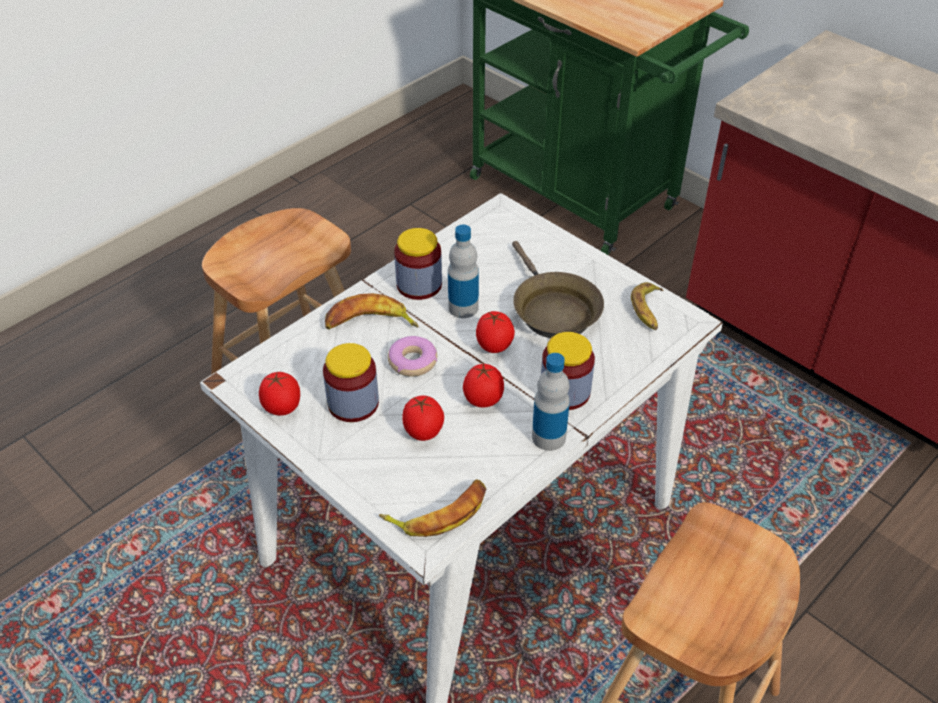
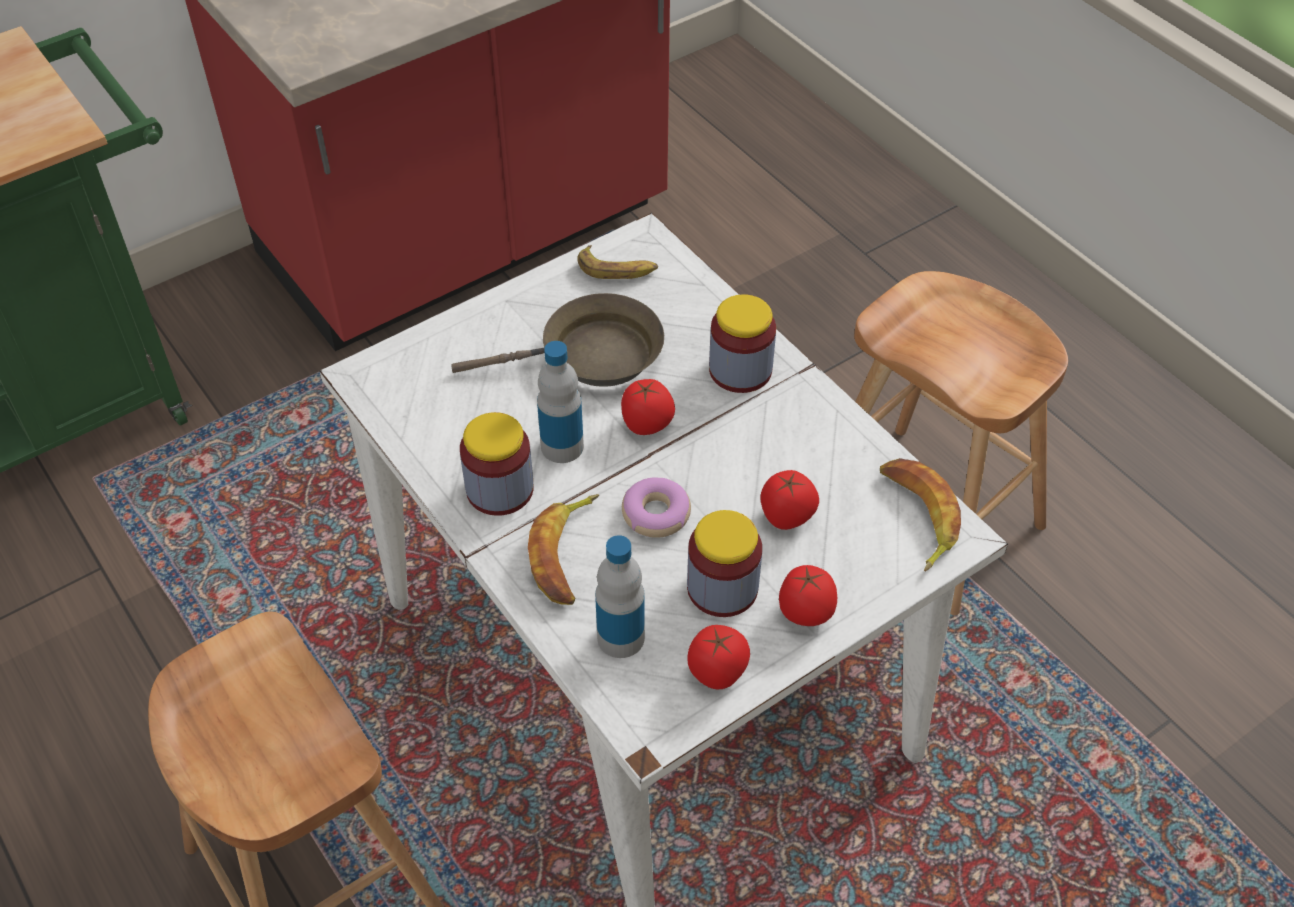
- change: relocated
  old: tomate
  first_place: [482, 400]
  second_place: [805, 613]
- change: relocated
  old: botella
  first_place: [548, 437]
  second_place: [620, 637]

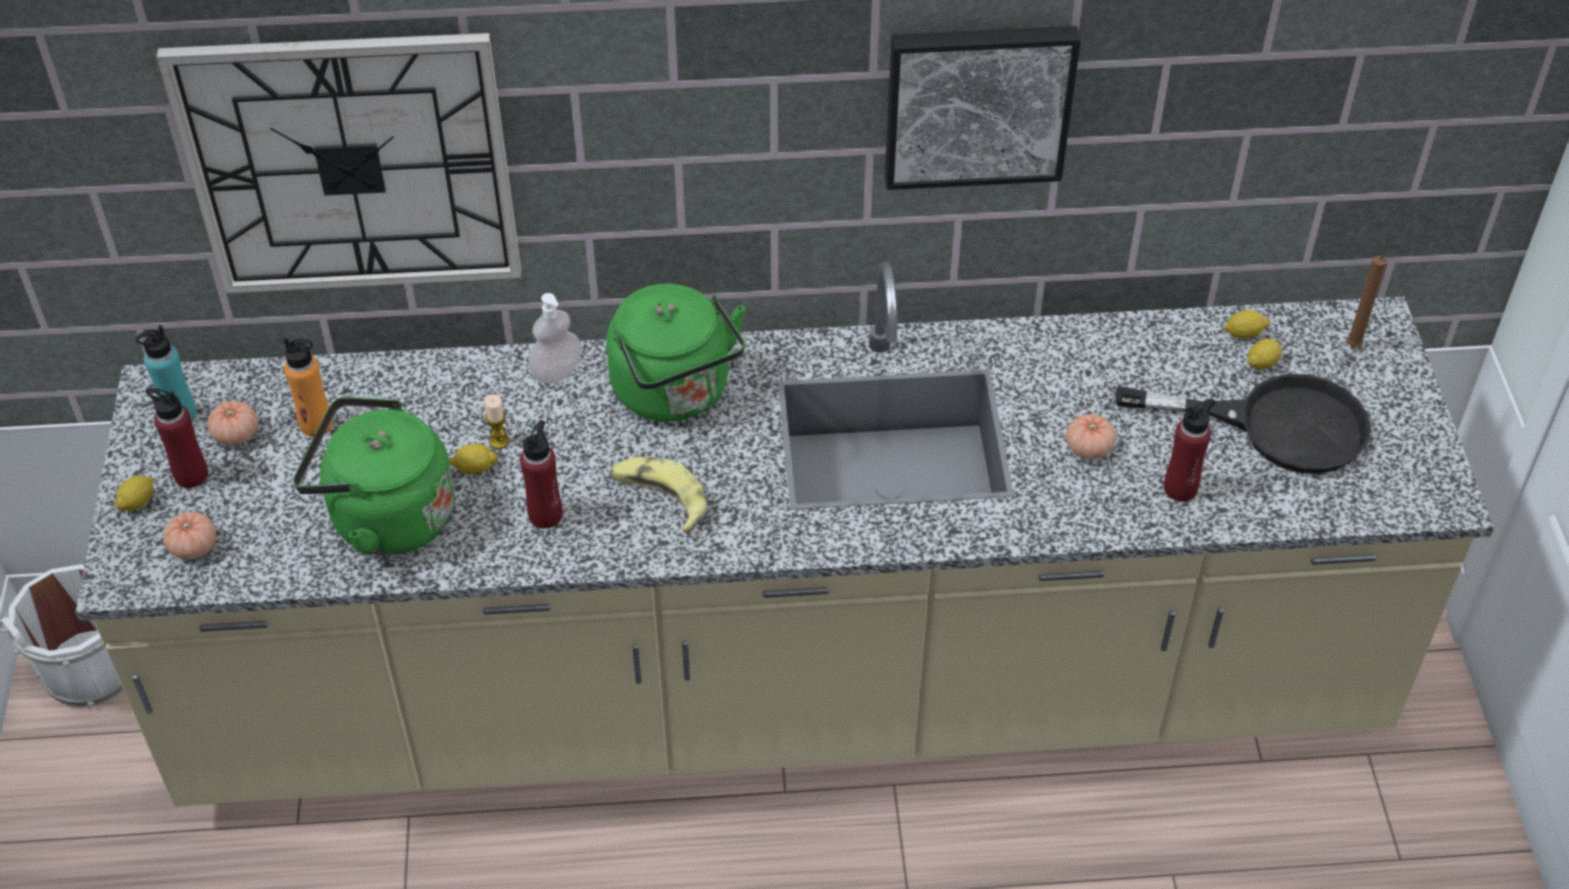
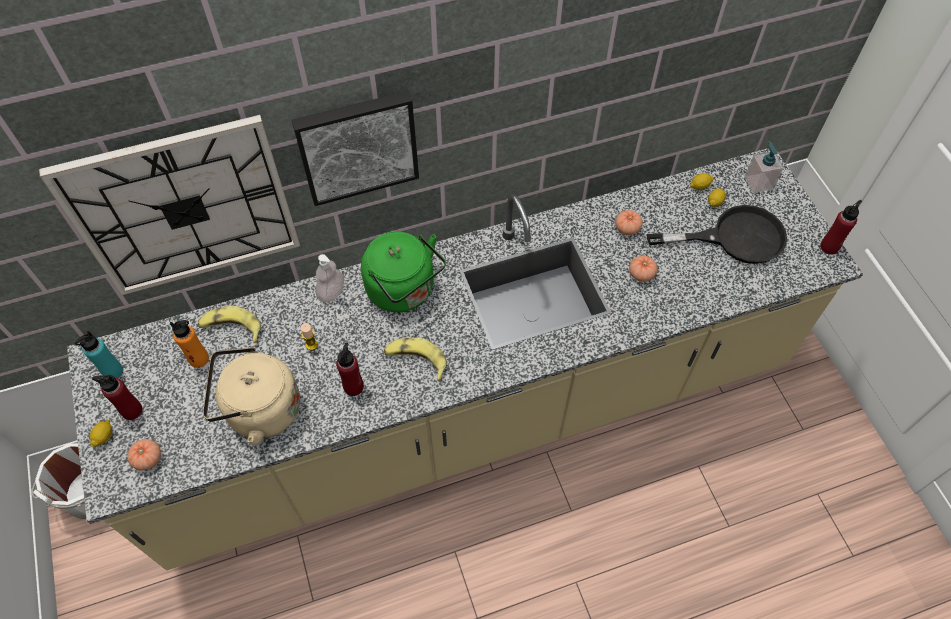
- change: relocated
  old: tomate
  first_place: [236, 434]
  second_place: [627, 228]
- change: colour
  old: hervidor (verde)
  new: hervidor (beis)
  first_place: [385, 517]
  second_place: [259, 410]
- change: missing
  old: limón
  first_place: [475, 468]
- change: relocated
  old: cuadro
  first_place: [977, 103]
  second_place: [357, 146]
- change: relocated
  old: botella (rojo)
  first_place: [1180, 488]
  second_place: [829, 247]
- change: exchanged
  old: vela (marrón)
  new: dispensador de jabón
  first_place: [1353, 348]
  second_place: [758, 183]
- change: appeared
  new: plátano
  second_place: [231, 328]

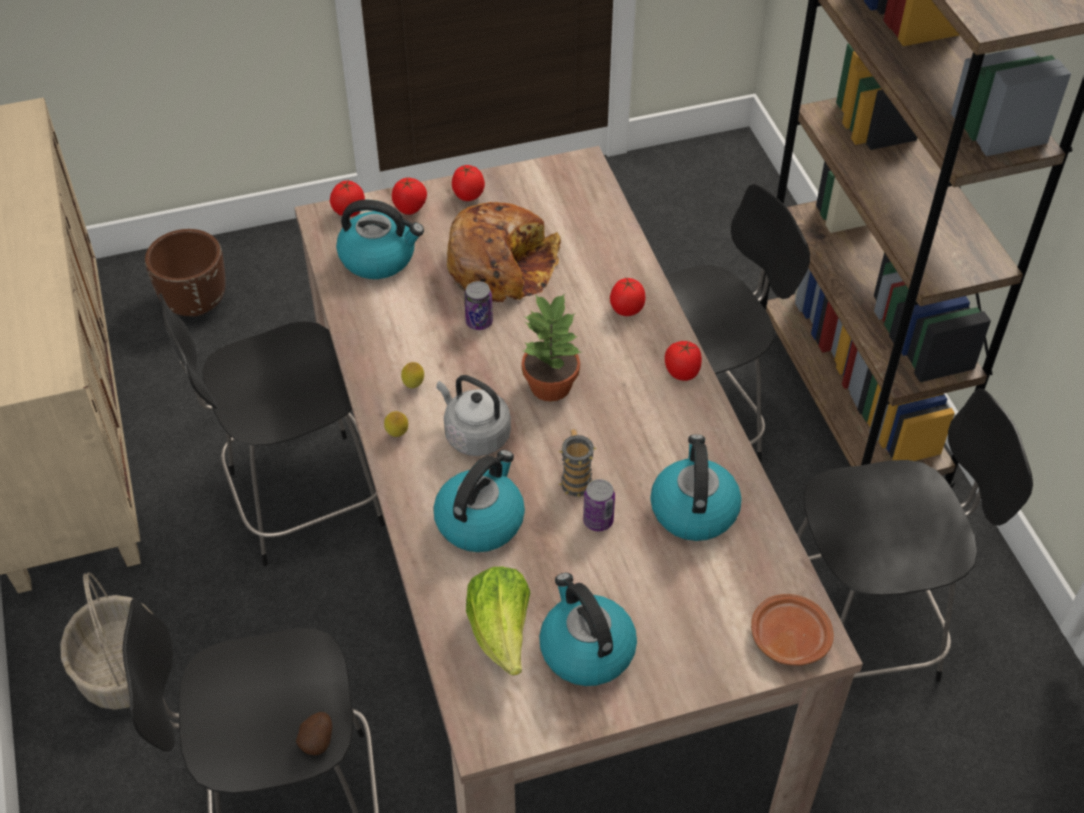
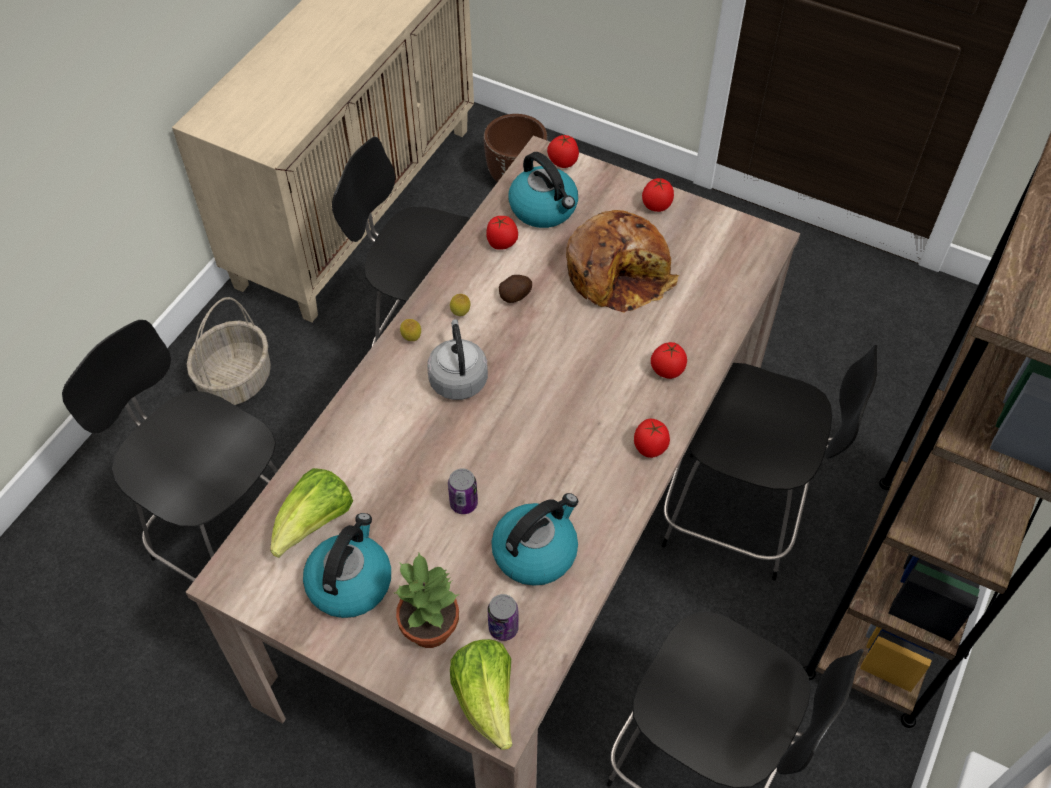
- change: relocated
  old: patata
  first_place: [318, 740]
  second_place: [516, 296]
- change: relocated
  old: tomate
  first_place: [410, 208]
  second_place: [502, 244]
- change: missing
  old: hervidor
  first_place: [480, 520]
- change: relocated
  old: lata
  first_place: [479, 322]
  second_place: [503, 628]
- change: relocated
  old: planta en maceta
  first_place: [550, 385]
  second_place: [431, 627]
- change: missing
  old: taza grande
  first_place: [575, 479]
- change: exchanged
  old: plato (marrón)
  new: lechuga
  first_place: [788, 637]
  second_place: [486, 699]

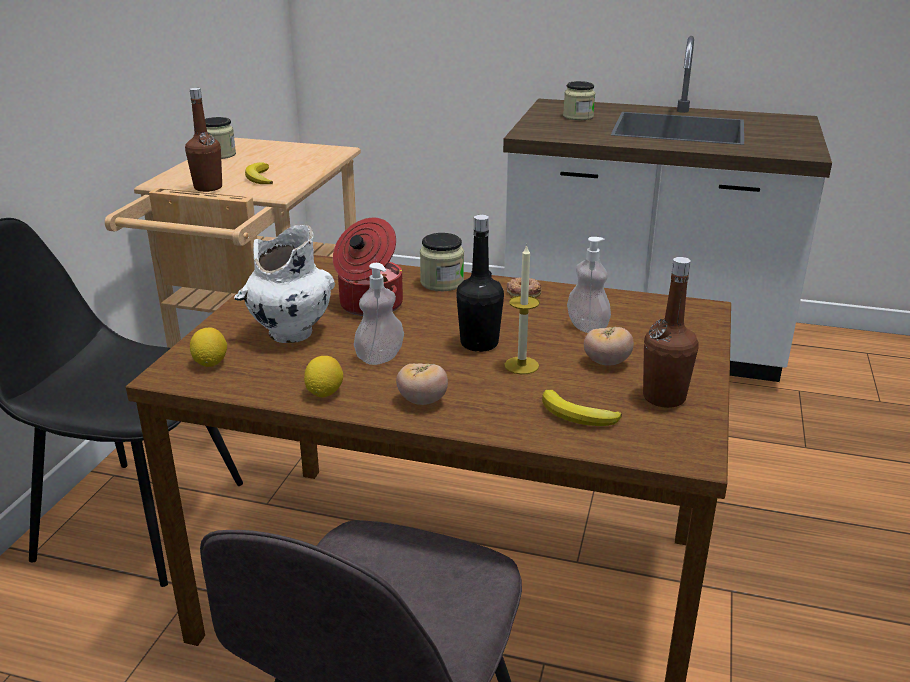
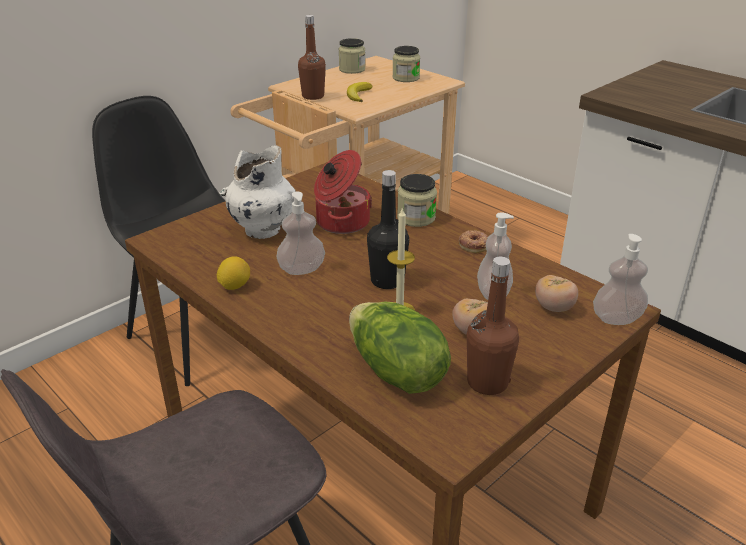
- change: missing
  old: limón
  first_place: [210, 363]
- change: relocated
  old: tomate
  first_place: [422, 401]
  second_place: [554, 307]
- change: exchanged
  old: plátano
  new: lechuga
  first_place: [578, 416]
  second_place: [395, 372]
- change: relocated
  old: tarro
  first_place: [578, 117]
  second_place: [406, 78]
- change: appeared
  new: dispensador de jabón
  second_place: [616, 318]

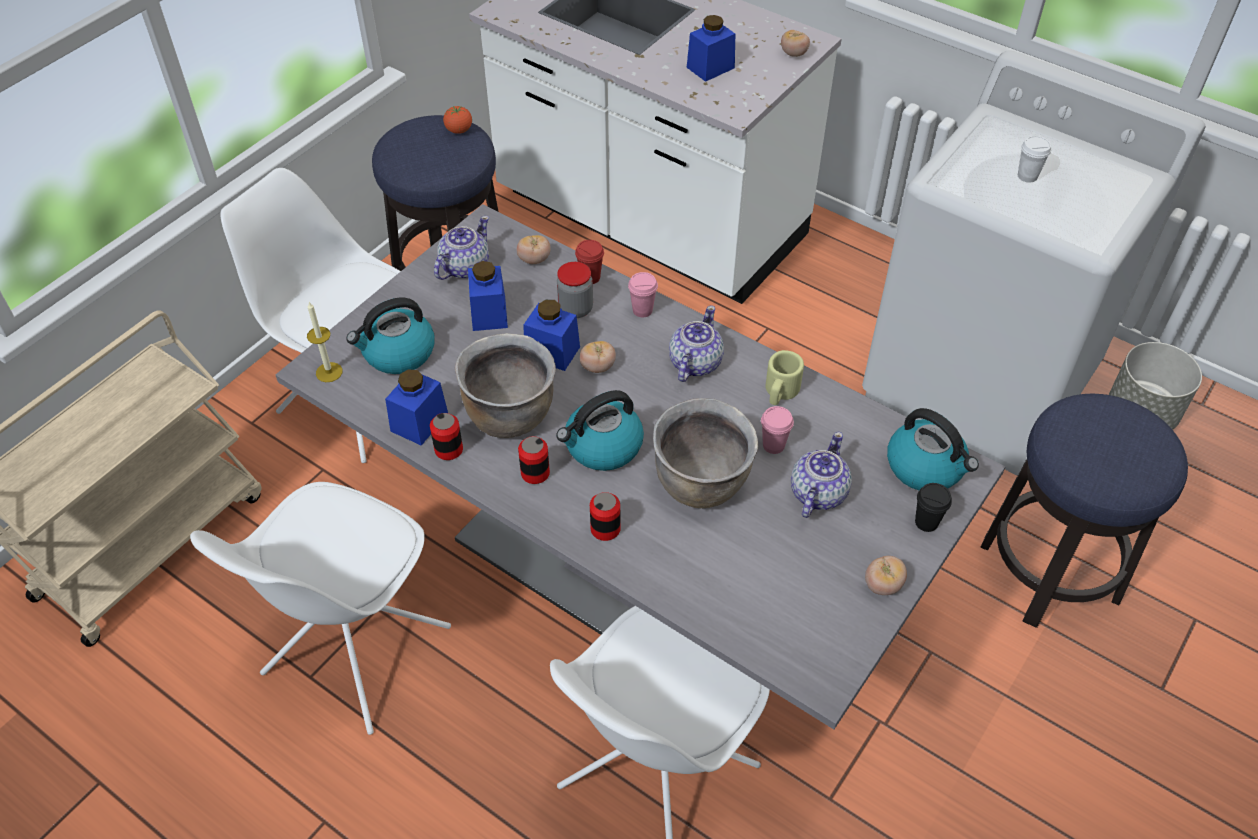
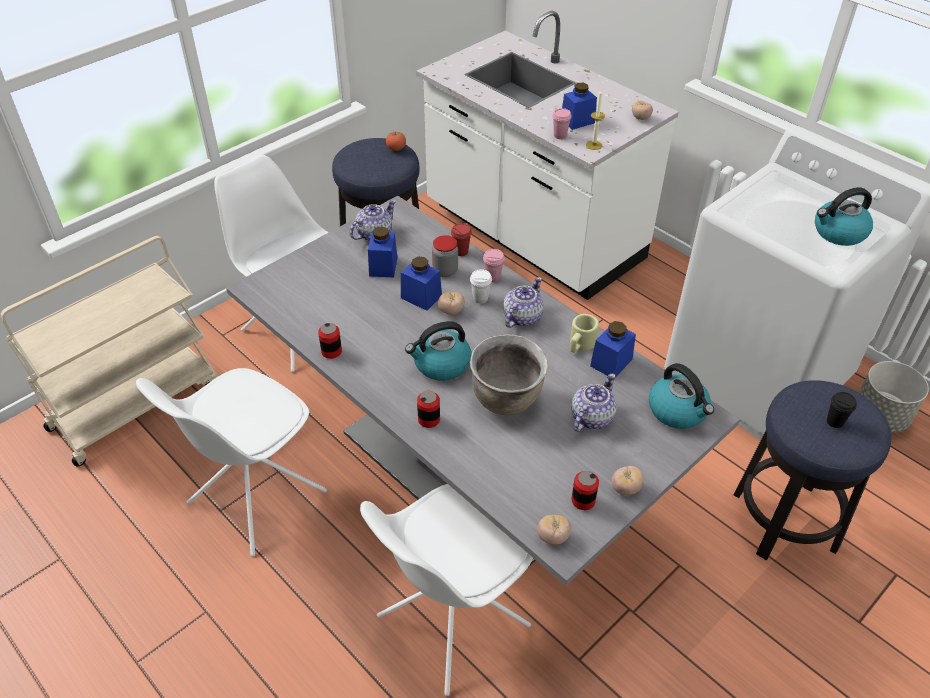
- change: relocated
  old: vela
  first_place: [329, 372]
  second_place: [594, 145]
- change: relocated
  old: hervidor
  first_place: [398, 353]
  second_place: [838, 233]
- change: relocated
  old: tarro (azul)
  first_place: [419, 422]
  second_place: [611, 362]
- change: missing
  old: olla (marrón)
  first_place: [509, 415]
- change: relocated
  old: tomate
  first_place: [534, 259]
  second_place: [553, 537]
- change: relocated
  old: lata
  first_place: [535, 473]
  second_place: [583, 500]
- change: relocated
  old: taza (rosa)
  first_place: [773, 445]
  second_place: [560, 135]
- change: relocated
  old: taza (negro)
  first_place: [926, 522]
  second_place: [834, 421]
- change: relocated
  old: taza (blanco)
  first_place: [1027, 176]
  second_place: [480, 298]

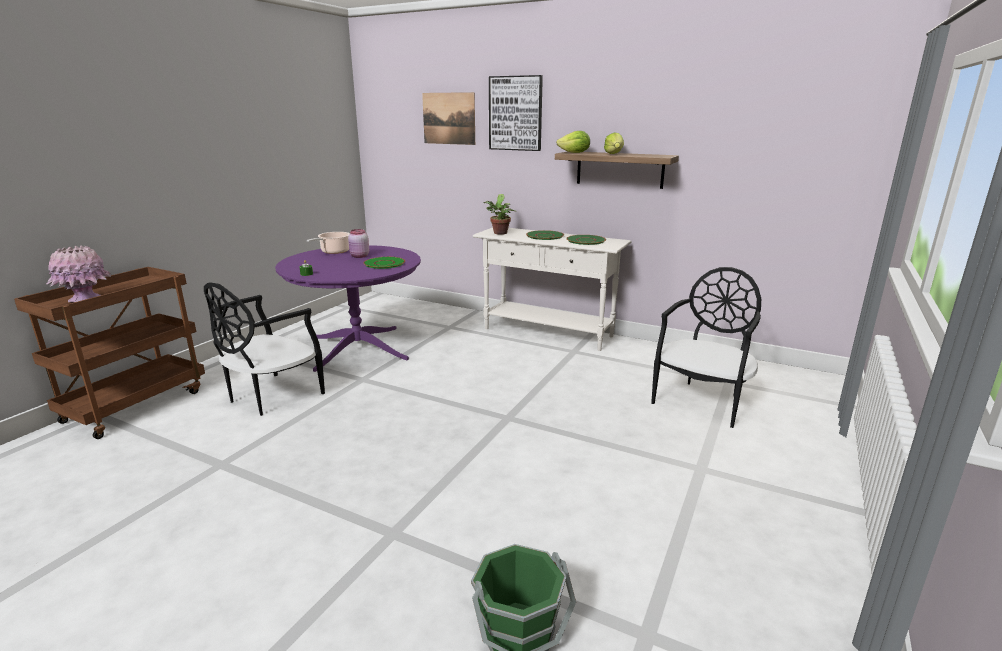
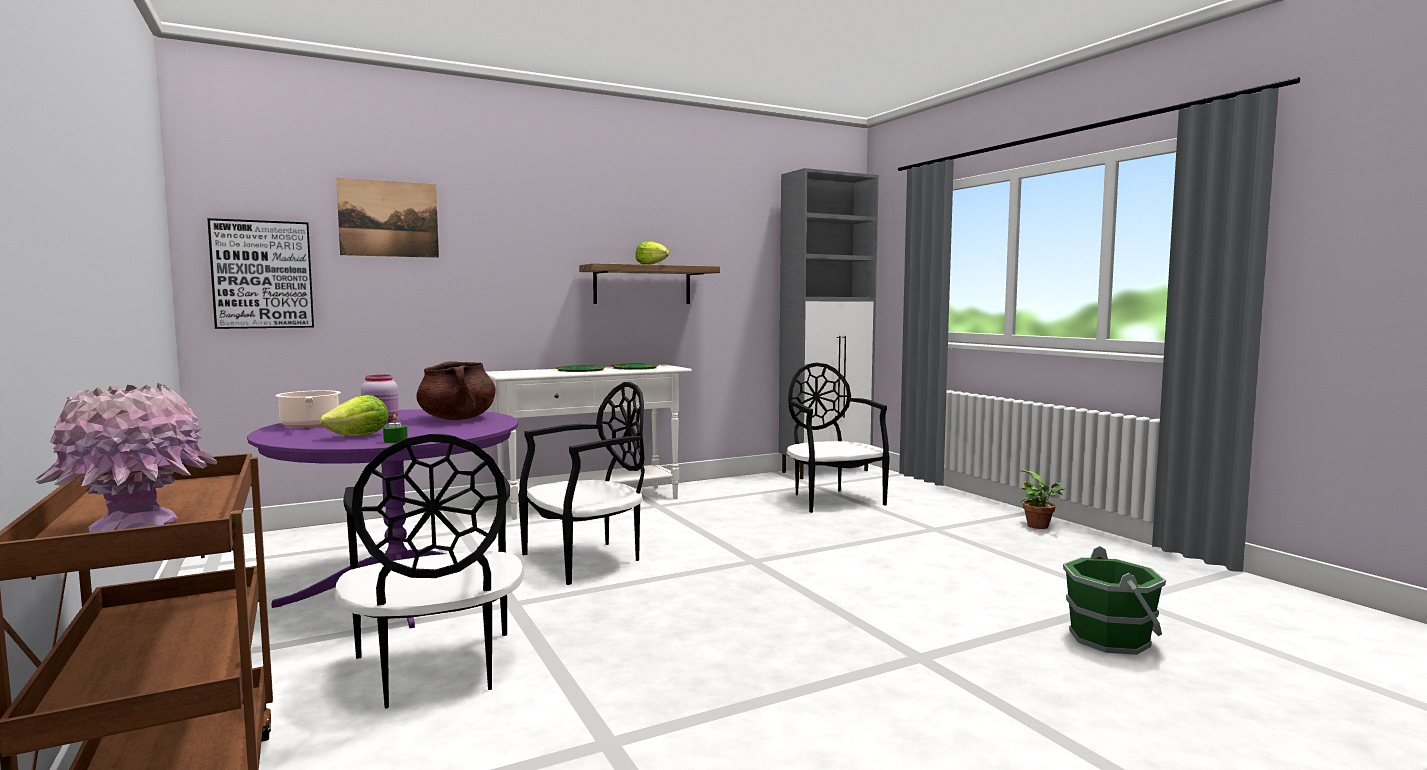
- change: exchanged
  old: plato (verde)
  new: olla (marrón)
  first_place: [384, 263]
  second_place: [457, 419]
- change: relocated
  old: planta en maceta
  first_place: [500, 233]
  second_place: [1040, 527]
- change: relocated
  old: cuadro
  first_place: [515, 113]
  second_place: [262, 274]
- change: relocated
  old: lechuga
  first_place: [574, 153]
  second_place: [359, 436]
- change: appeared
  new: silla (negro)
  second_place: [586, 559]
- change: appeared
  new: armario (gris)
  second_place: [826, 471]

